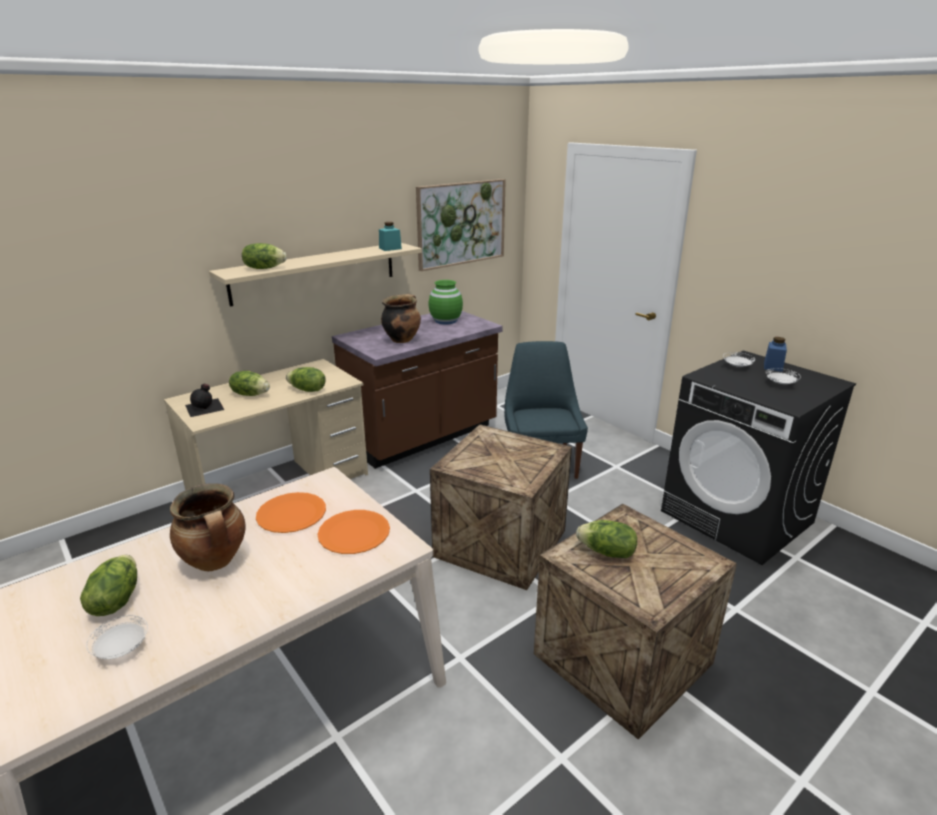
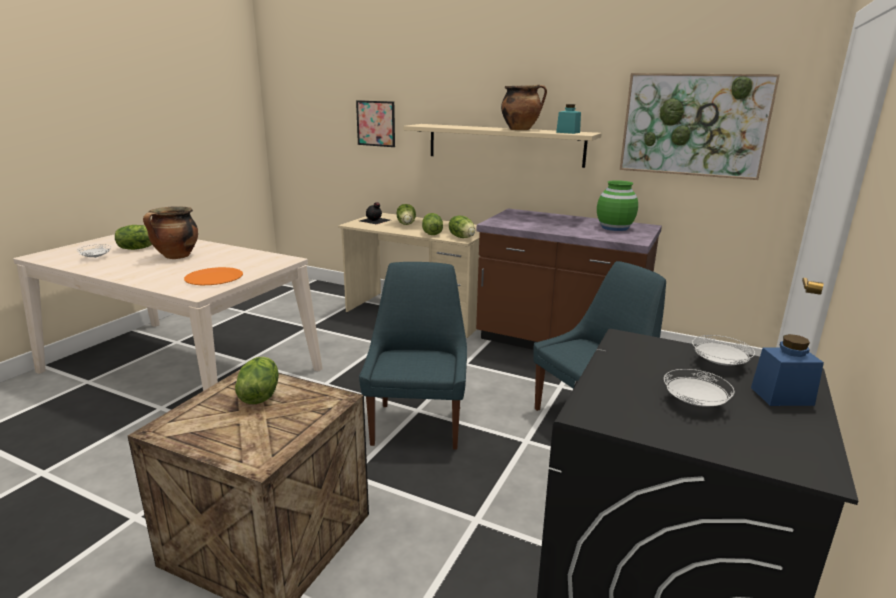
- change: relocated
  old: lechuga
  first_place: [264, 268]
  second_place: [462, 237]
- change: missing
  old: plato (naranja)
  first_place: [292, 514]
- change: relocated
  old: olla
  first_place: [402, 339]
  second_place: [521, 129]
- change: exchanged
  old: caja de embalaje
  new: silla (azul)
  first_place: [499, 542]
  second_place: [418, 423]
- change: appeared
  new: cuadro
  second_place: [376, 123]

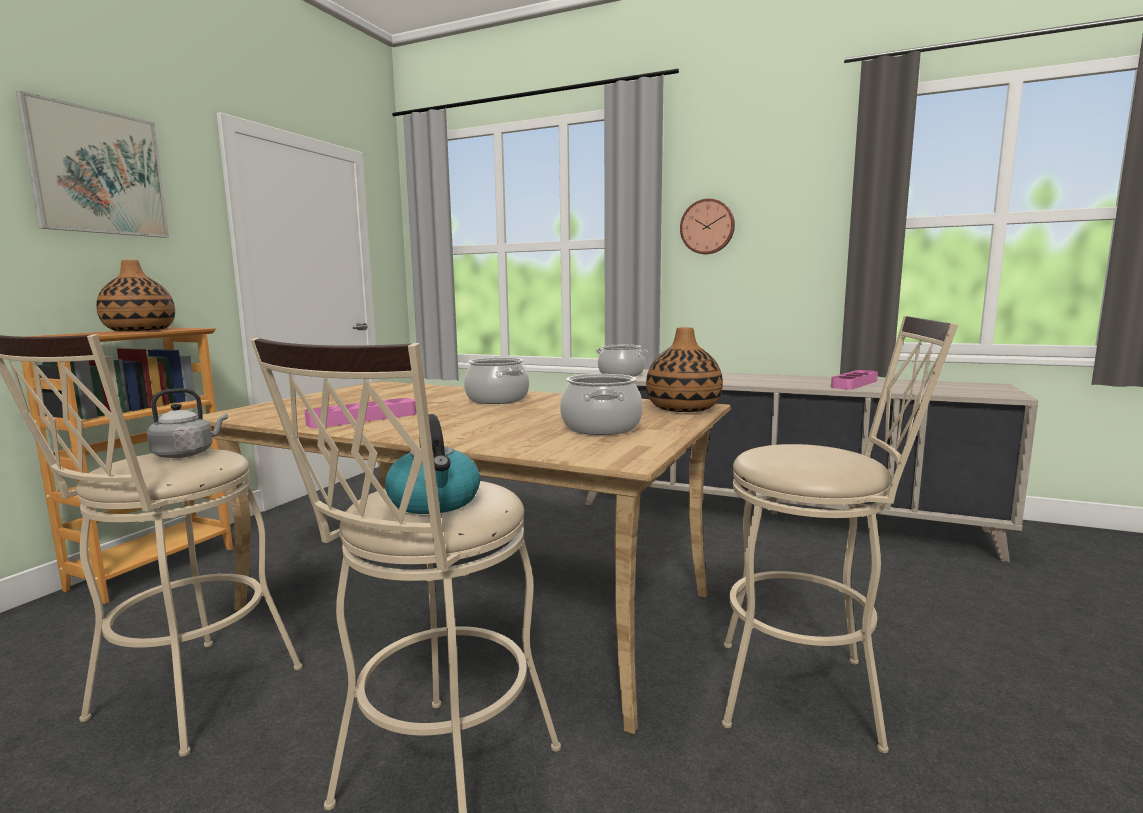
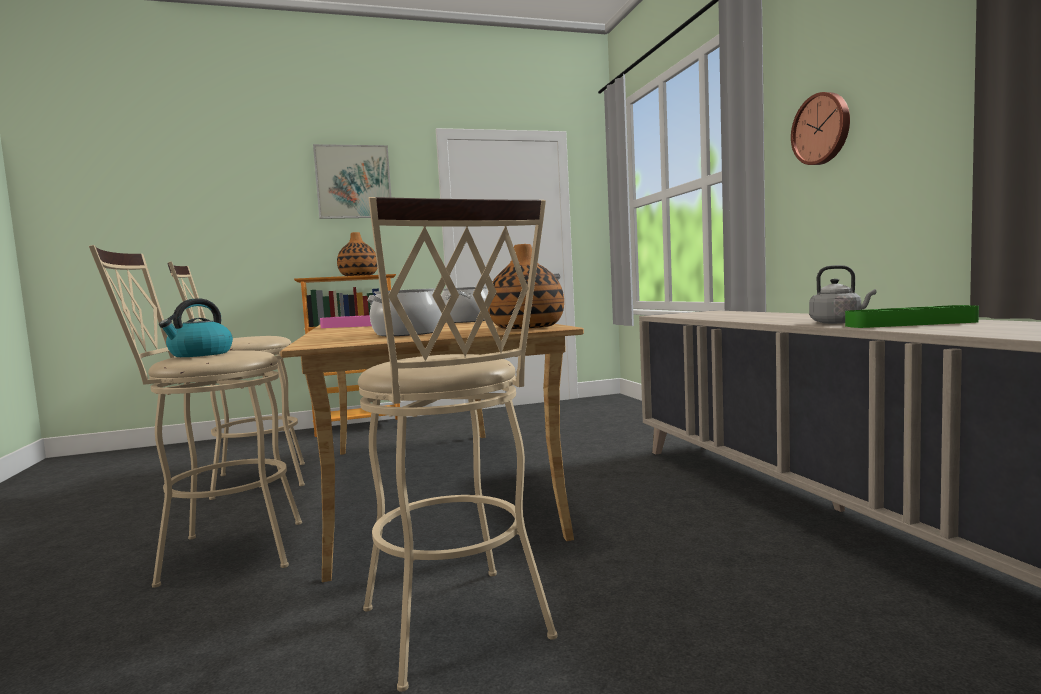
- change: relocated
  old: hervidor (gris)
  first_place: [187, 454]
  second_place: [838, 322]
- change: missing
  old: olla
  first_place: [621, 374]
- change: colour
  old: bandeja (rosa)
  new: bandeja (verde)
  first_place: [854, 384]
  second_place: [910, 324]

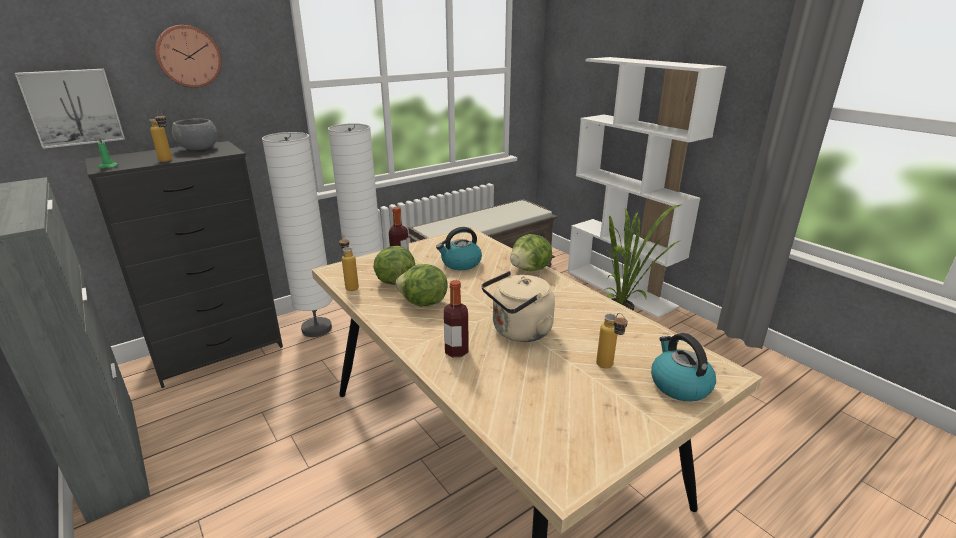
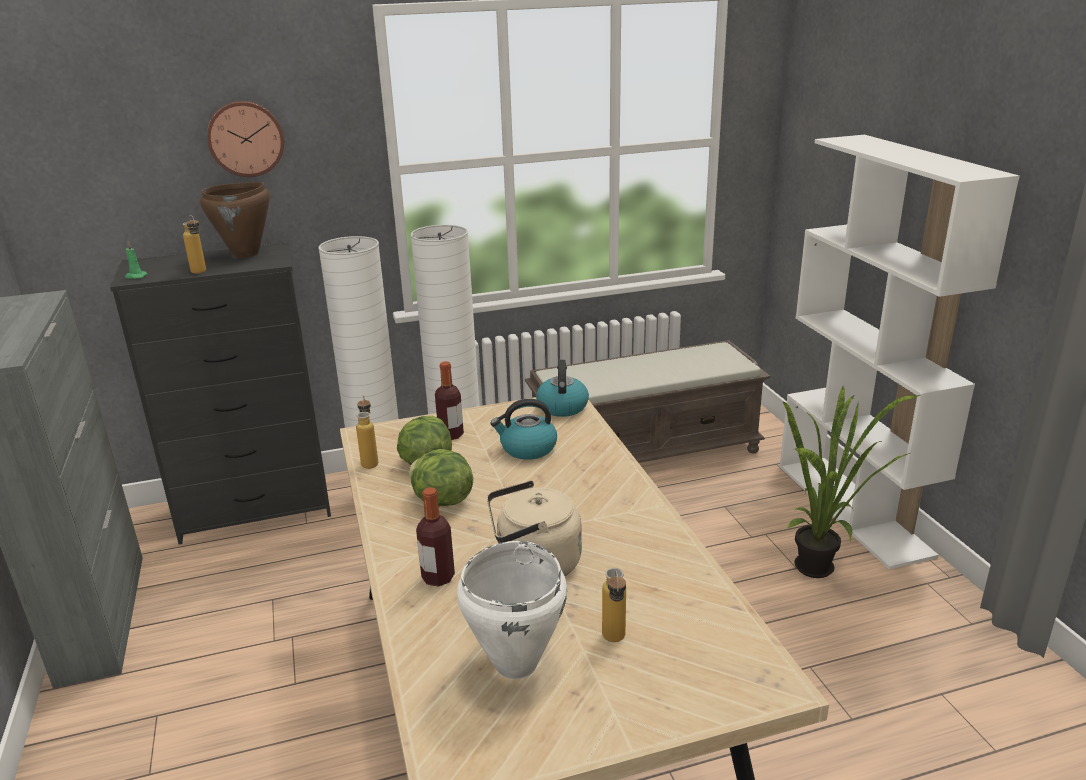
- change: missing
  old: cuadro
  first_place: [73, 107]
- change: exchanged
  old: cuenco (gris)
  new: olla (marrón)
  first_place: [199, 148]
  second_place: [246, 254]
- change: missing
  old: lechuga
  first_place: [530, 269]
- change: relocated
  old: hervidor
  first_place: [679, 385]
  second_place: [562, 406]
- change: appeared
  new: olla (blanco)
  second_place: [515, 664]

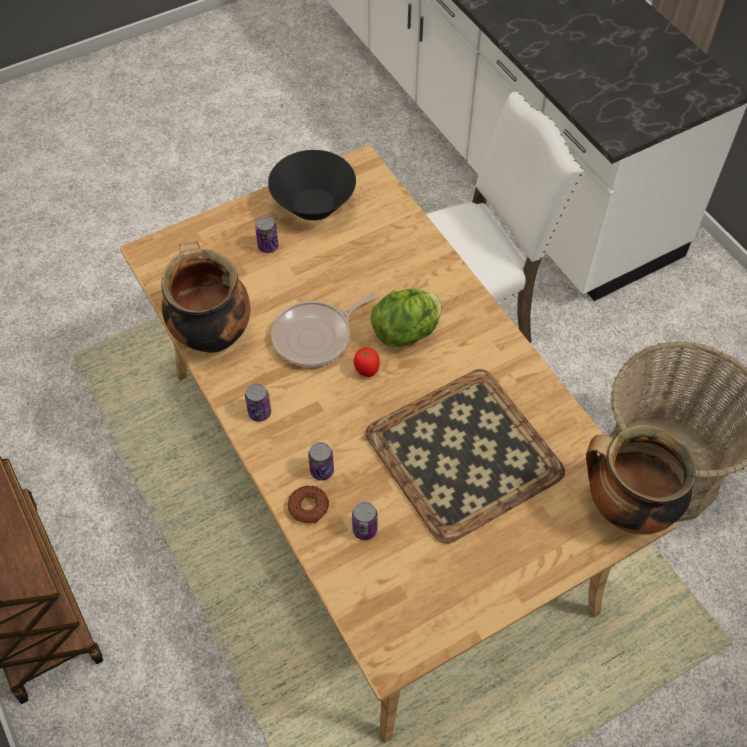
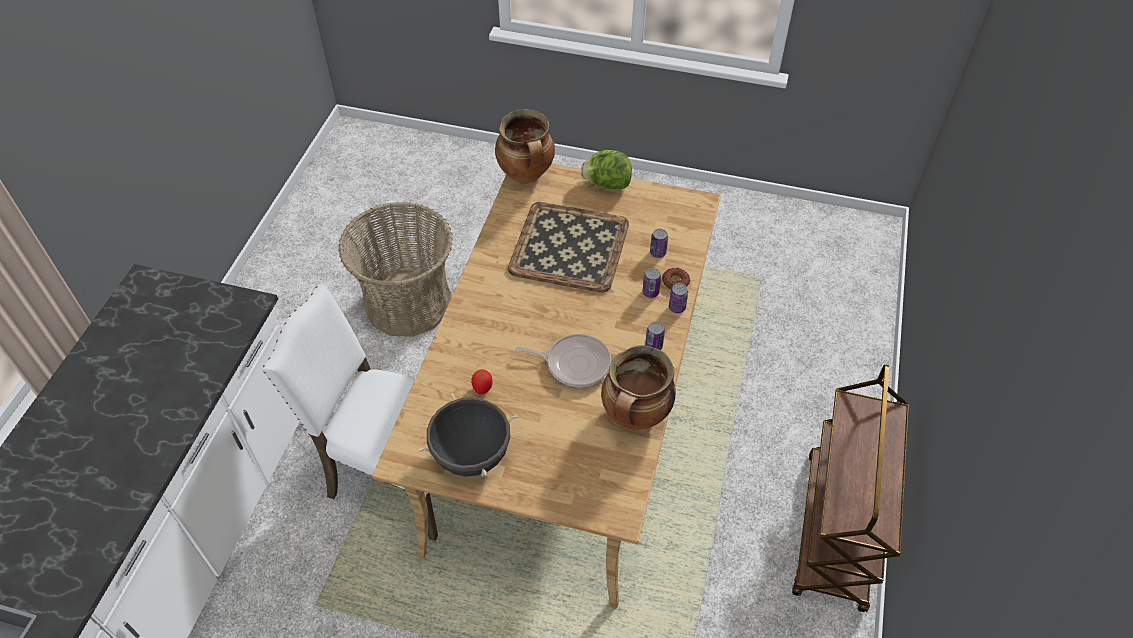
- change: relocated
  old: lata
  first_place: [268, 246]
  second_place: [677, 307]
- change: exchanged
  old: cuenco (negro)
  new: olla (negro)
  first_place: [313, 206]
  second_place: [471, 456]
- change: relocated
  old: tomate
  first_place: [366, 370]
  second_place: [483, 388]
- change: relocated
  old: lechuga
  first_place: [406, 332]
  second_place: [607, 184]

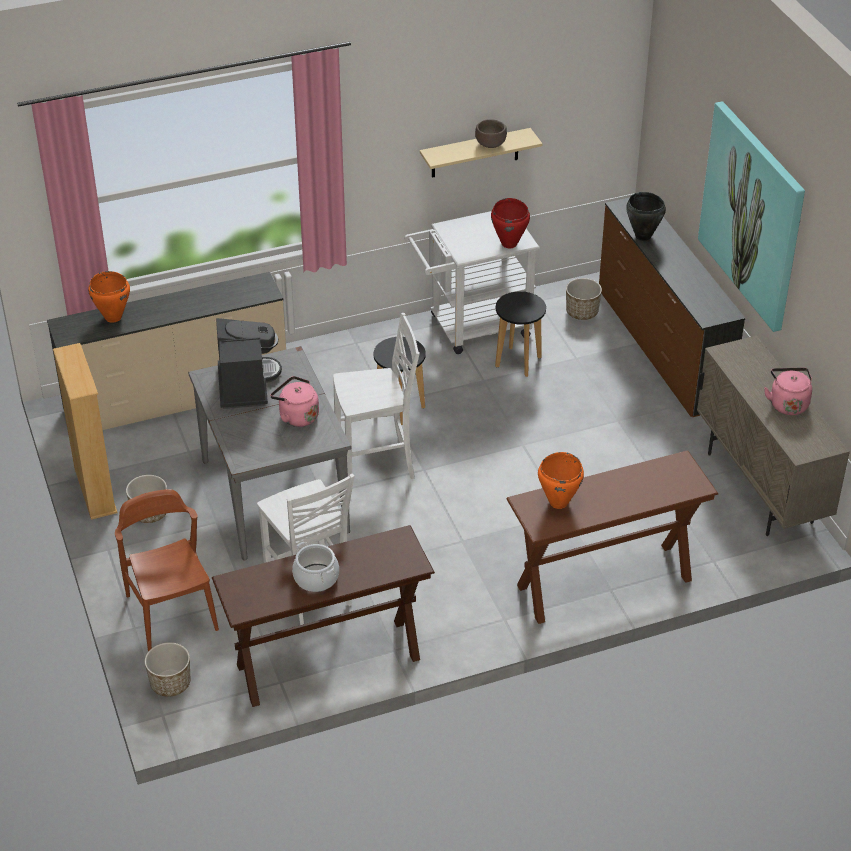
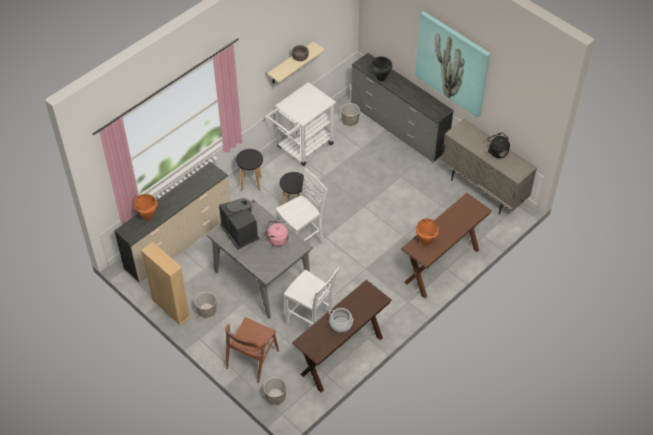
- change: spun
  old: silla (marrón)
  first_place: [171, 612]
  second_place: [252, 359]
  degrees: -105
- change: missing
  old: olla (rojo)
  first_place: [509, 243]
- change: relocated
  old: taburete (negro)
  first_place: [518, 362]
  second_place: [251, 183]
- change: colour
  old: cómoda (marrón)
  new: cómoda (gris)
  first_place: [661, 347]
  second_place: [398, 127]
- change: colour
  old: hervidor (rosa)
  new: hervidor (negro)
  first_place: [787, 403]
  second_place: [497, 151]

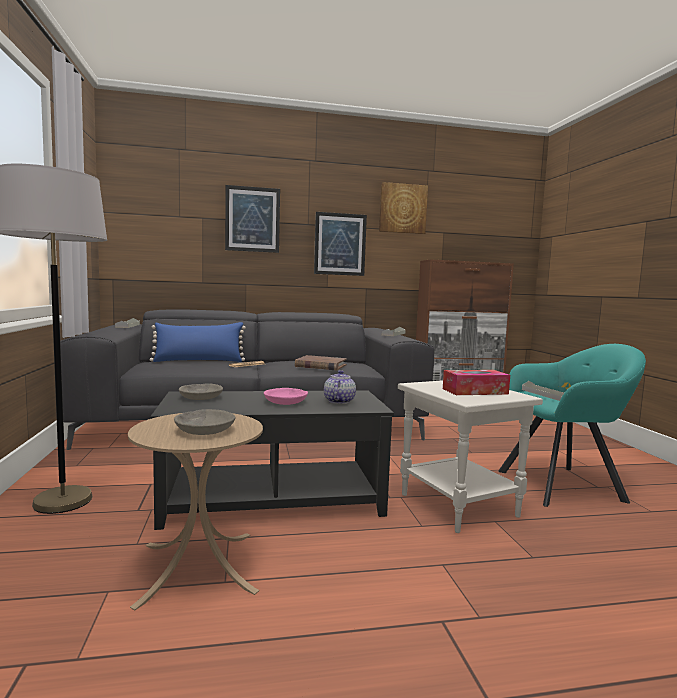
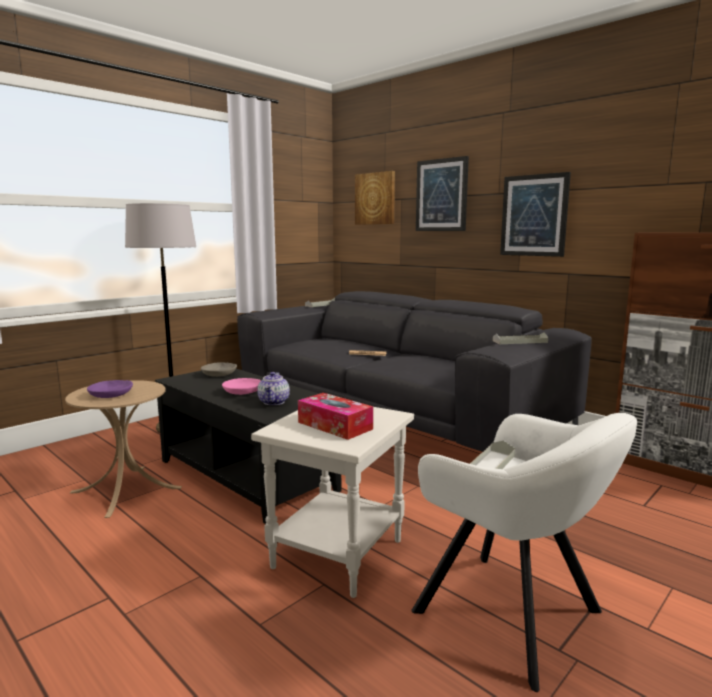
- change: missing
  old: cojín (azul)
  first_place: [199, 361]
- change: colour
  old: cuenco (gris)
  new: cuenco (morado)
  first_place: [205, 430]
  second_place: [111, 394]
- change: missing
  old: libro (marrón)
  first_place: [320, 366]
- change: spun
  old: tetera
  first_place: [338, 401]
  second_place: [274, 402]
  degrees: 120
- change: relocated
  old: cuadro
  first_place: [402, 208]
  second_place: [375, 198]
- change: colour
  old: sillón (turquesa)
  new: sillón (blanco)
  first_place: [565, 485]
  second_place: [514, 617]

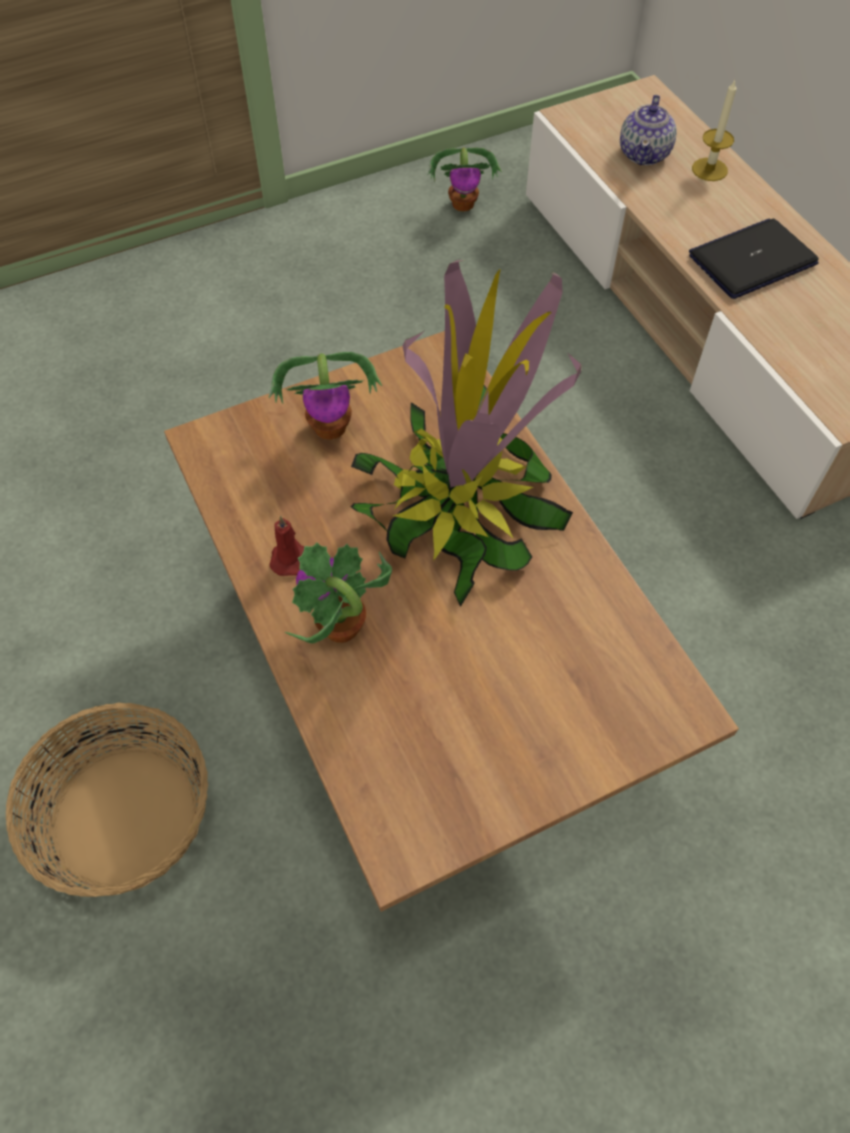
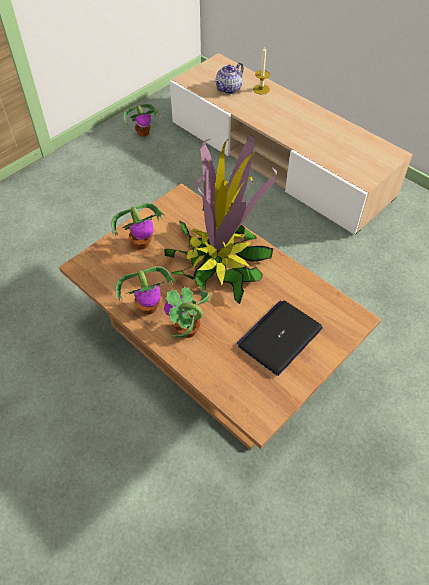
- change: missing
  old: cesta
  first_place: [124, 818]
- change: exchanged
  old: vela (rojo)
  new: planta en maceta
  first_place: [289, 557]
  second_place: [148, 307]
- change: spun
  old: tetera
  first_place: [644, 154]
  second_place: [229, 88]
  degrees: 45
- change: relocated
  old: portátil
  first_place: [752, 260]
  second_place: [280, 337]

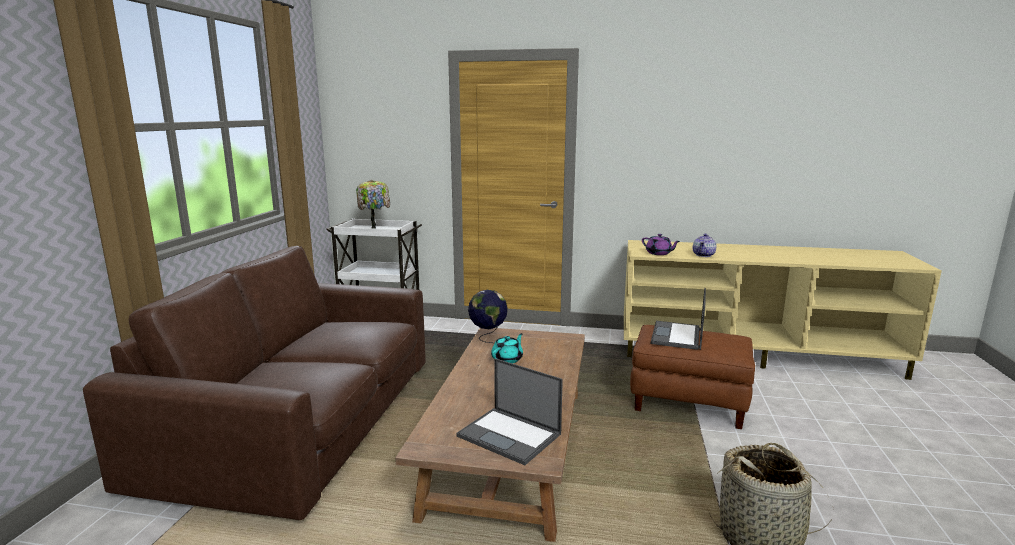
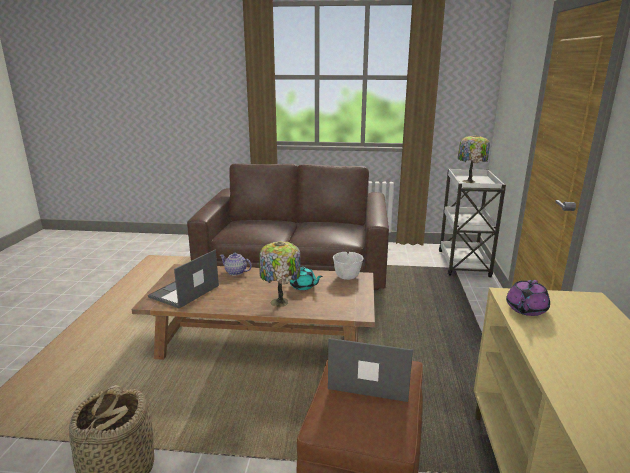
- change: exchanged
  old: globo terráqueo
  new: cuenco (blanco)
  first_place: [488, 337]
  second_place: [347, 276]
- change: relocated
  old: tetera
  first_place: [704, 255]
  second_place: [236, 272]
- change: appeared
  new: lámpara de mesa
  second_place: [280, 303]

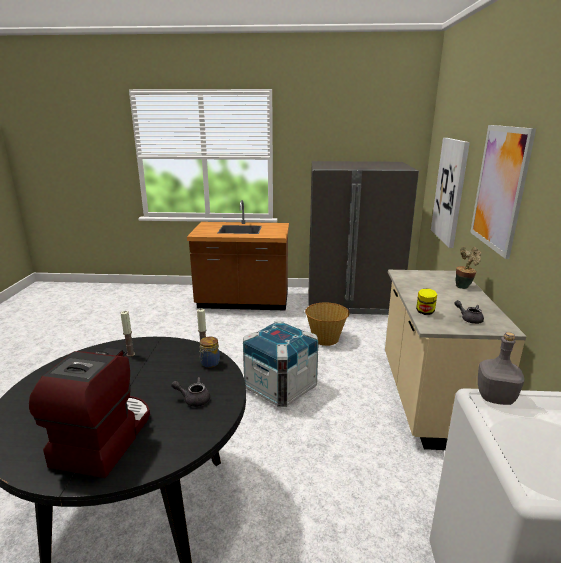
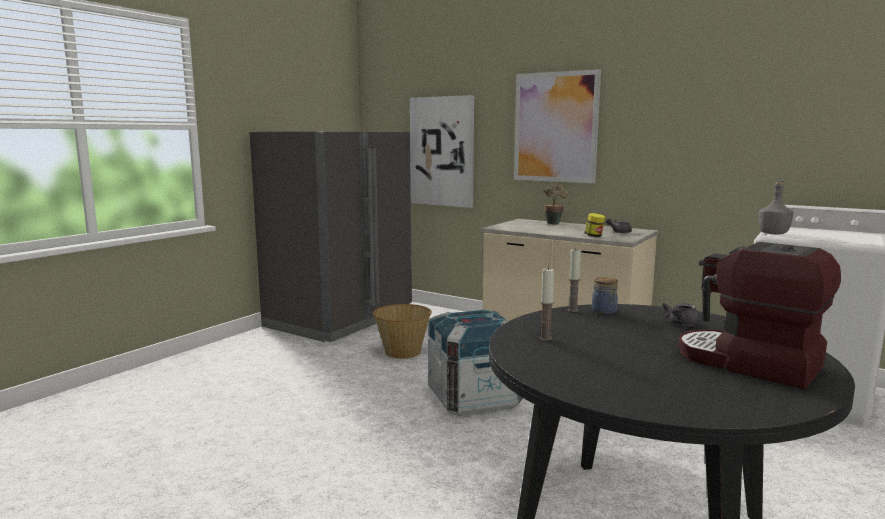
- change: missing
  old: mueble bajo de cocina (marrón)
  first_place: [243, 302]

